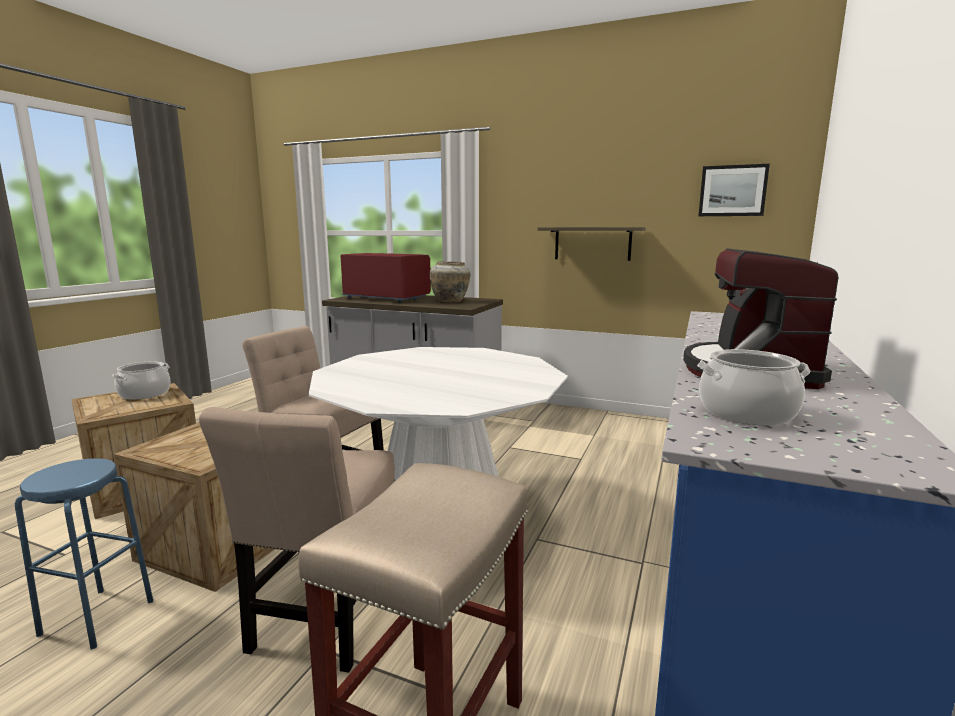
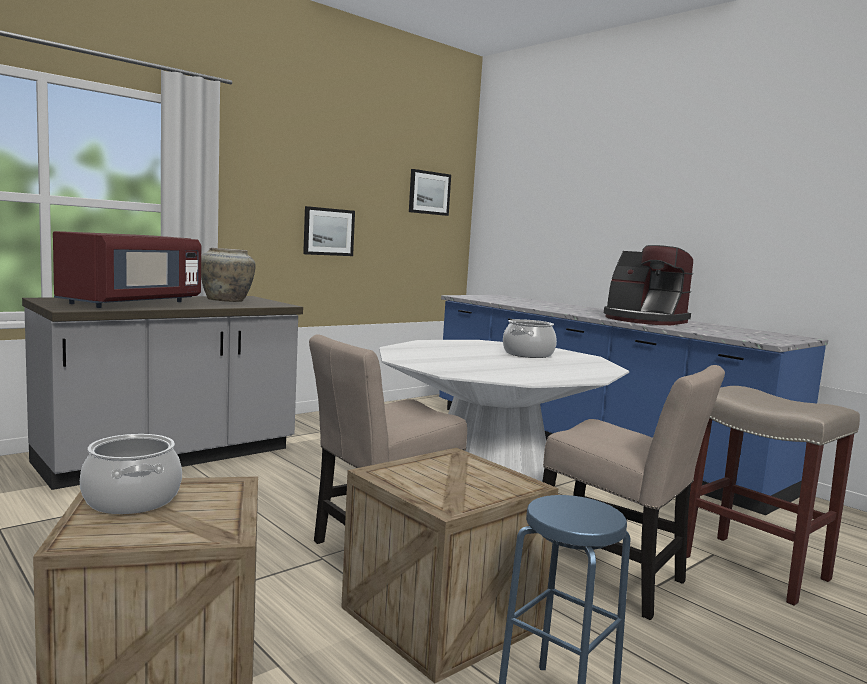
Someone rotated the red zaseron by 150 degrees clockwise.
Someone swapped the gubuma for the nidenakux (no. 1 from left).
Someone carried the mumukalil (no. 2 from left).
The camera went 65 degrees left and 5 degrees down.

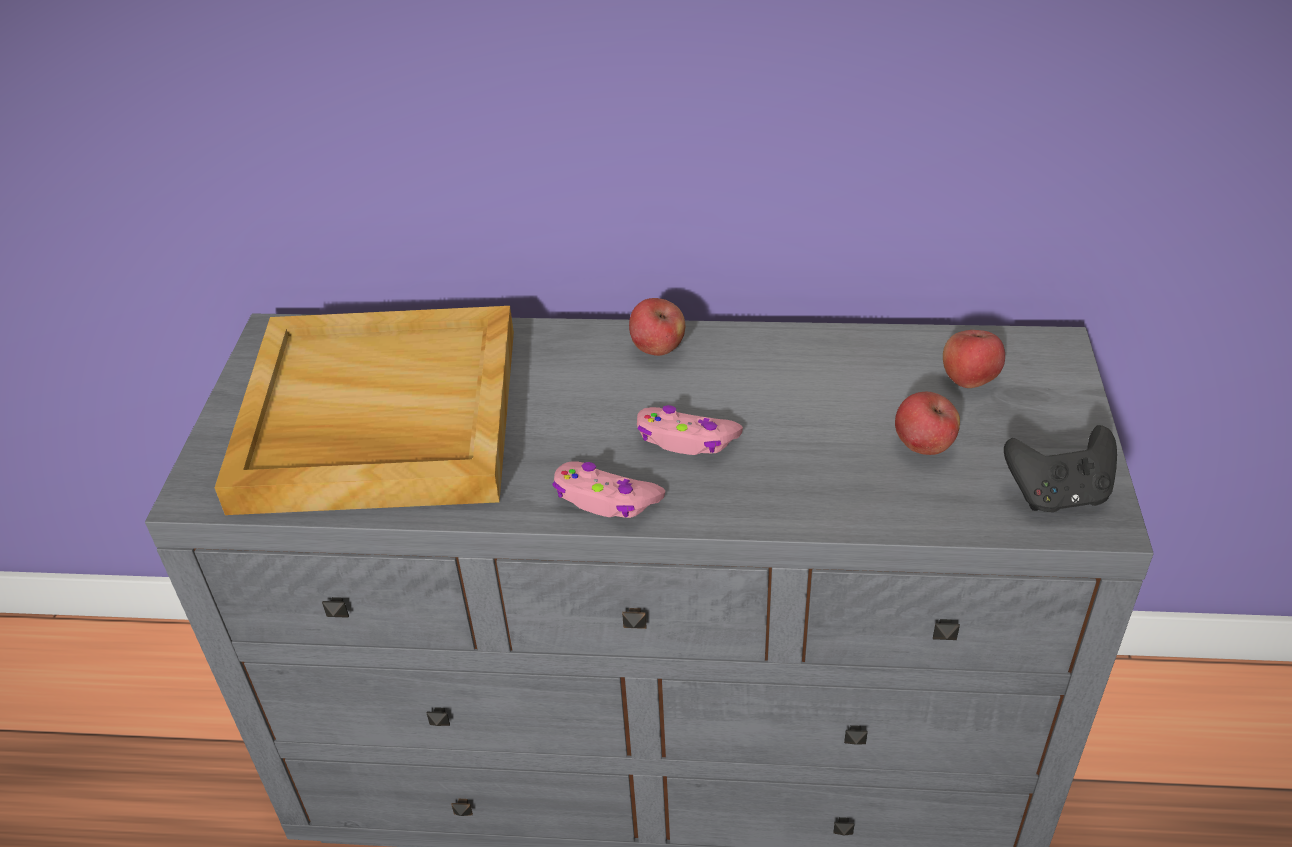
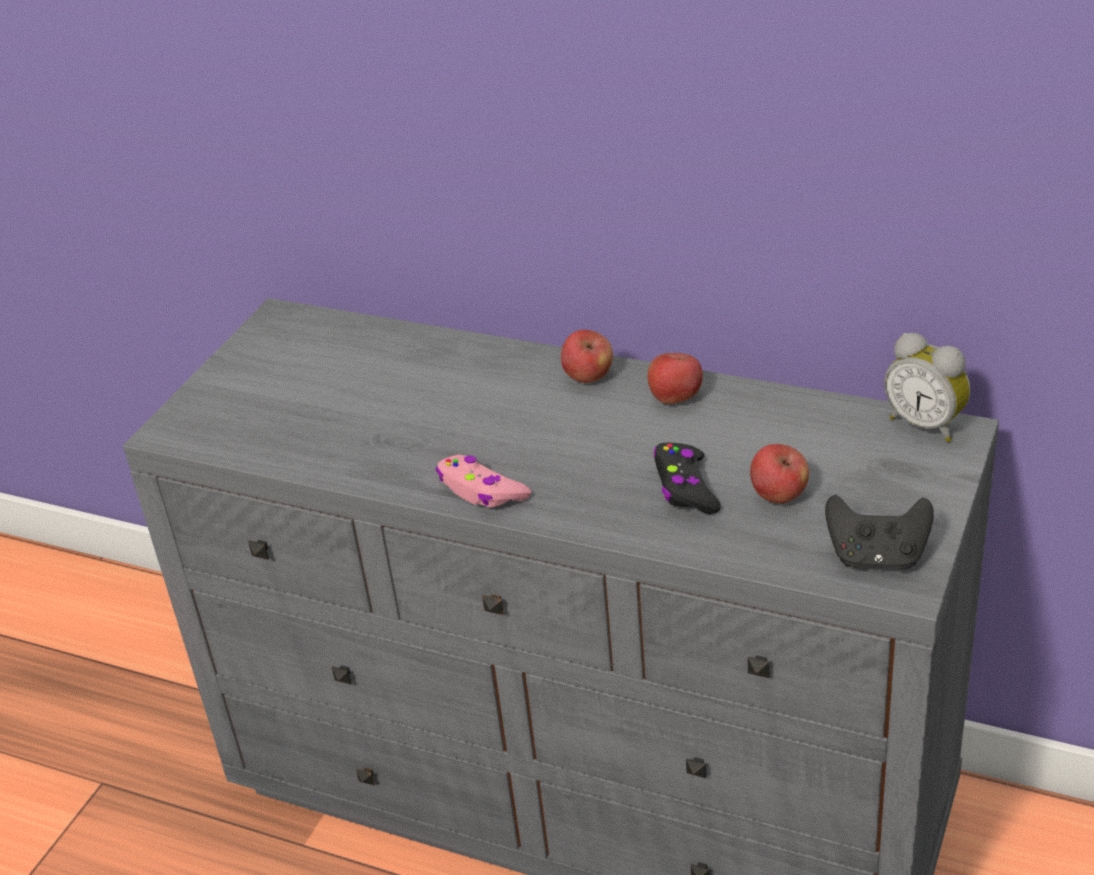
Someone took away the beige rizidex.
Someone took away the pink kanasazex (no. 2 from left).
Someone carried the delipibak (no. 3 from left in the first image).
Someone put down the black kanasazex (no. 1 from left).
Someone put down the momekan.
The camera went 20 degrees right and 5 degrees down.

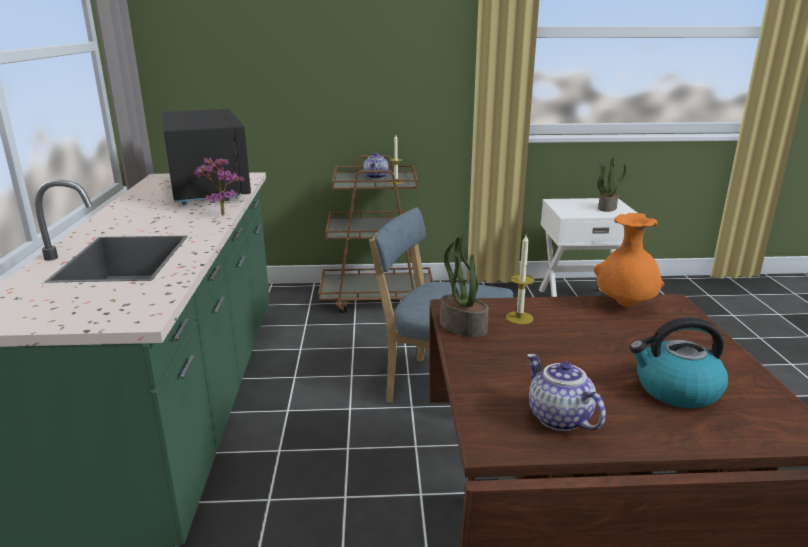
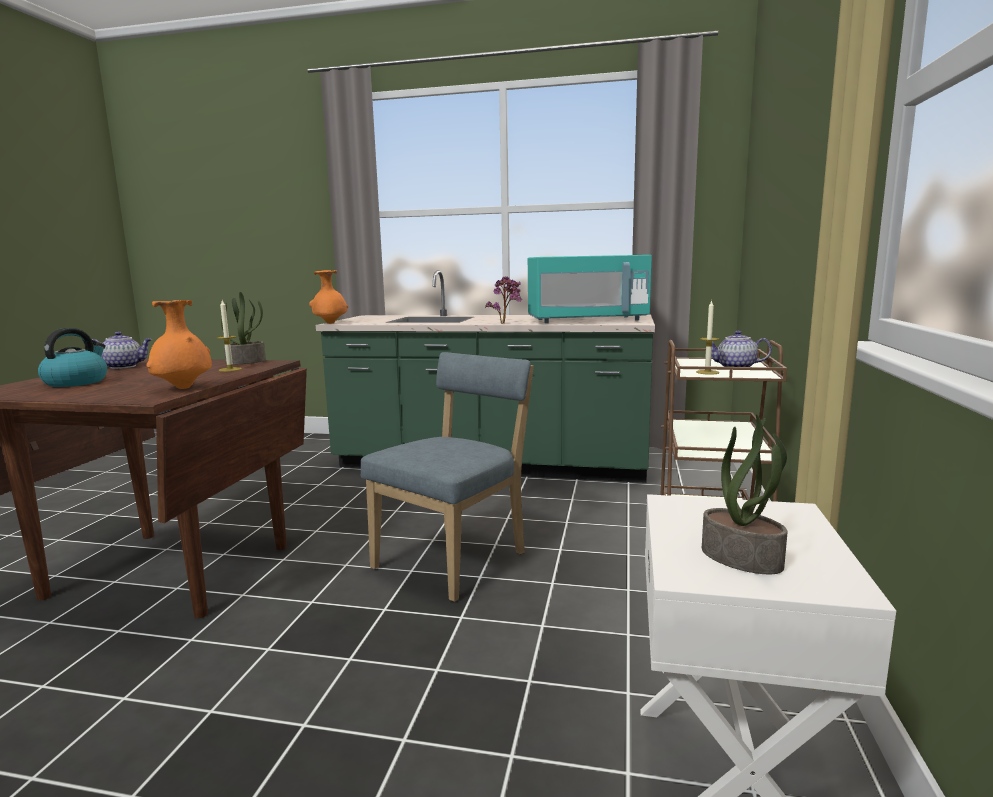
Someone repainted the black zaseron, which became the turquoise zaseron.
Someone put down the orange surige (no. 2 from left).
The camera went 105 degrees right and 10 degrees down.

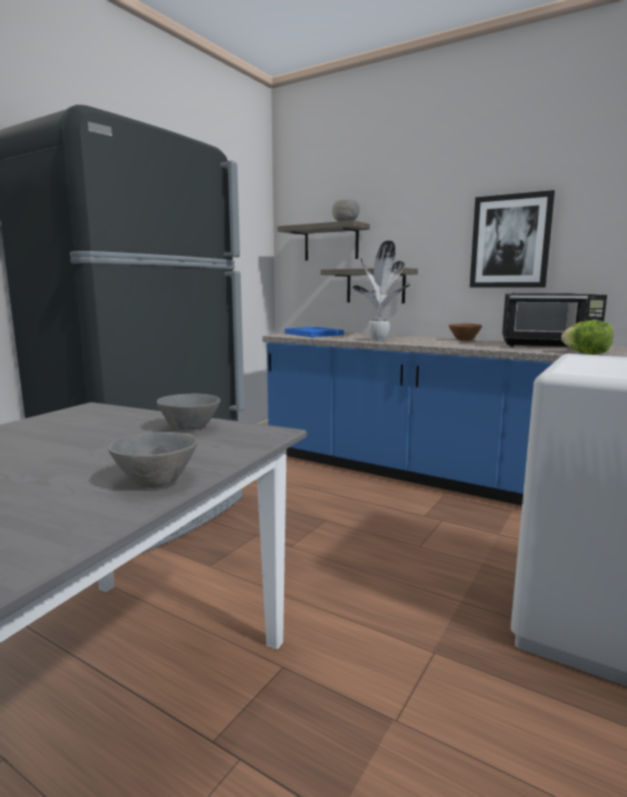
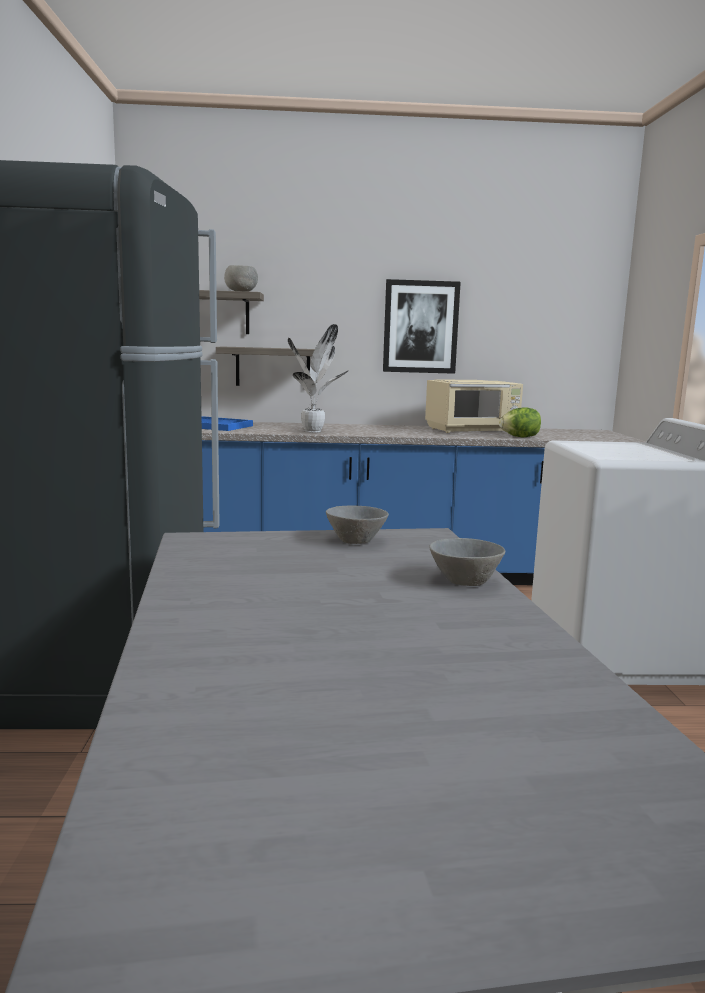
Someone took away the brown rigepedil.
Someone repainted the black zaseron, which became the beige zaseron.
The camera went 35 degrees left and 0 degrees up.

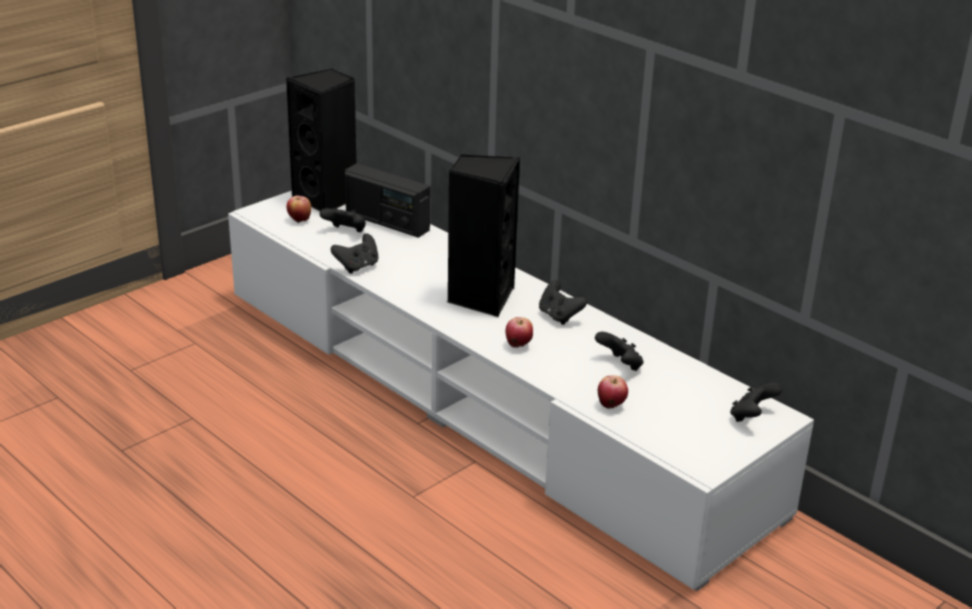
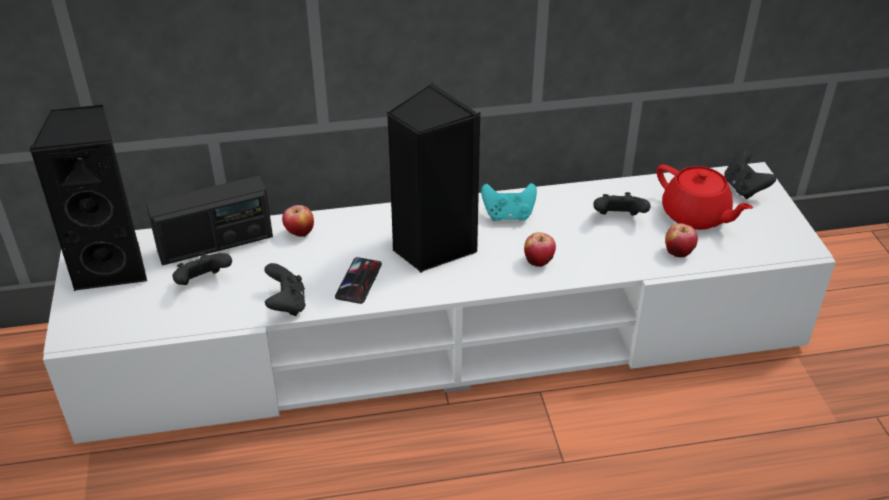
Someone carried the delipibak (no. 1 from left).
Someone repainted the black kanasazex (no. 3 from left), which became the turquoise kanasazex.
Someone put down the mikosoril.
Someone put down the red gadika.
The camera went 55 degrees left and 10 degrees up.

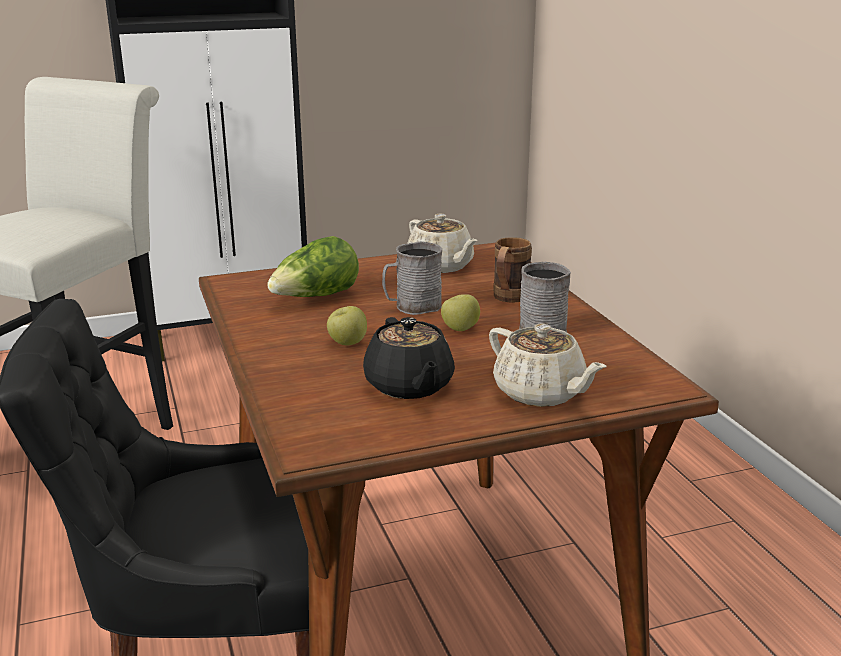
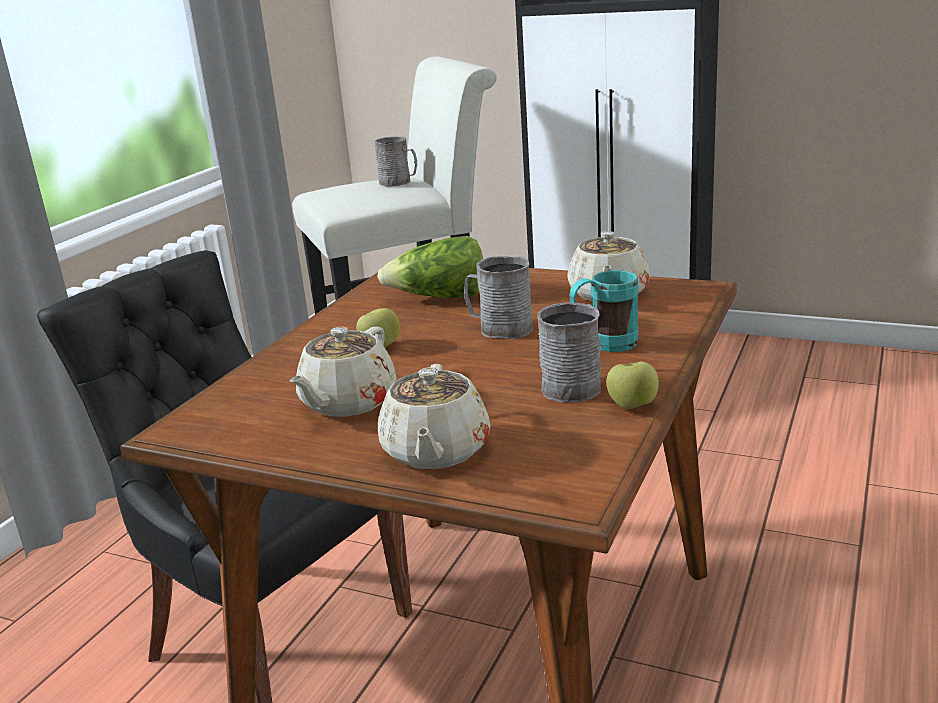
Someone repainted the black gadika, which became the beige gadika (no. 1 from left).
Someone carried the delipibak (no. 2 from left).
Someone repainted the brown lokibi, which became the turquoise lokibi.
Someone put down the grey lokibi (no. 1 from left).
The camera went 45 degrees right and 0 degrees up.

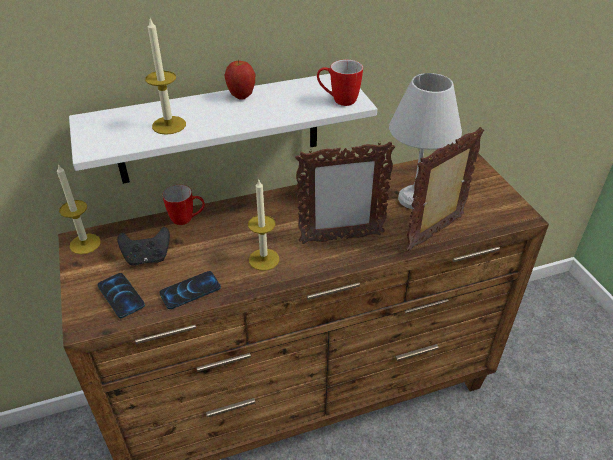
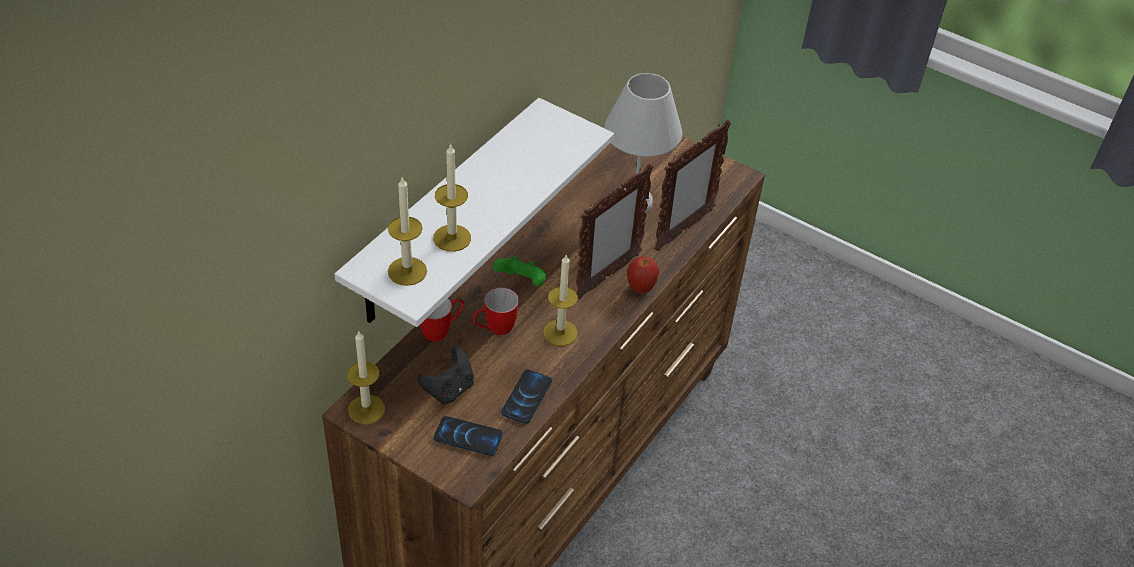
Someone carried the delipibak.
Someone carried the lokibi (no. 2 from left).
Someone rotated the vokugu (no. 2 from left) by 150 degrees counterclockwise.
Someone put down the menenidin (no. 2 from left).
Someone put down the green kanasazex.
The camera went 40 degrees left and 5 degrees up.

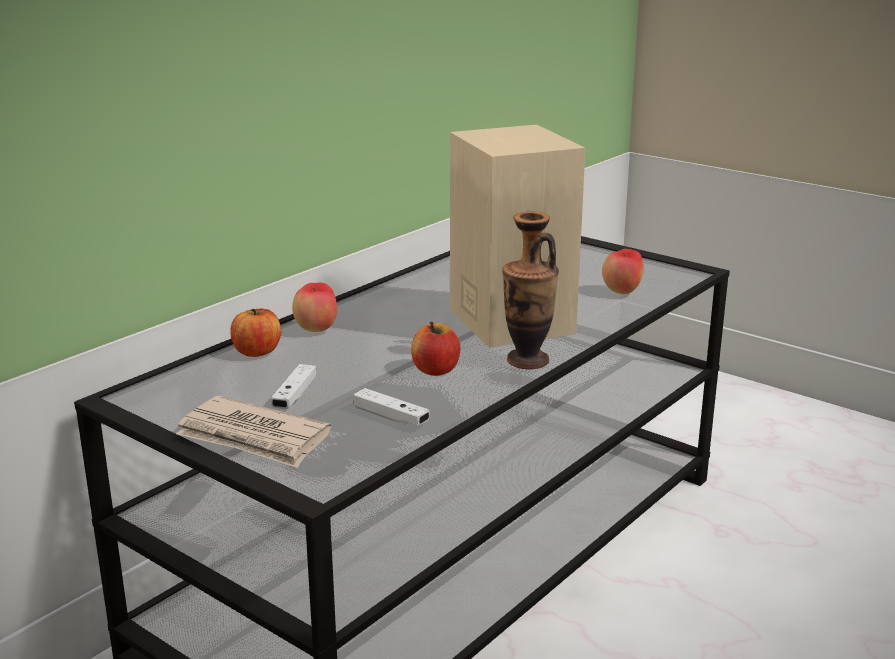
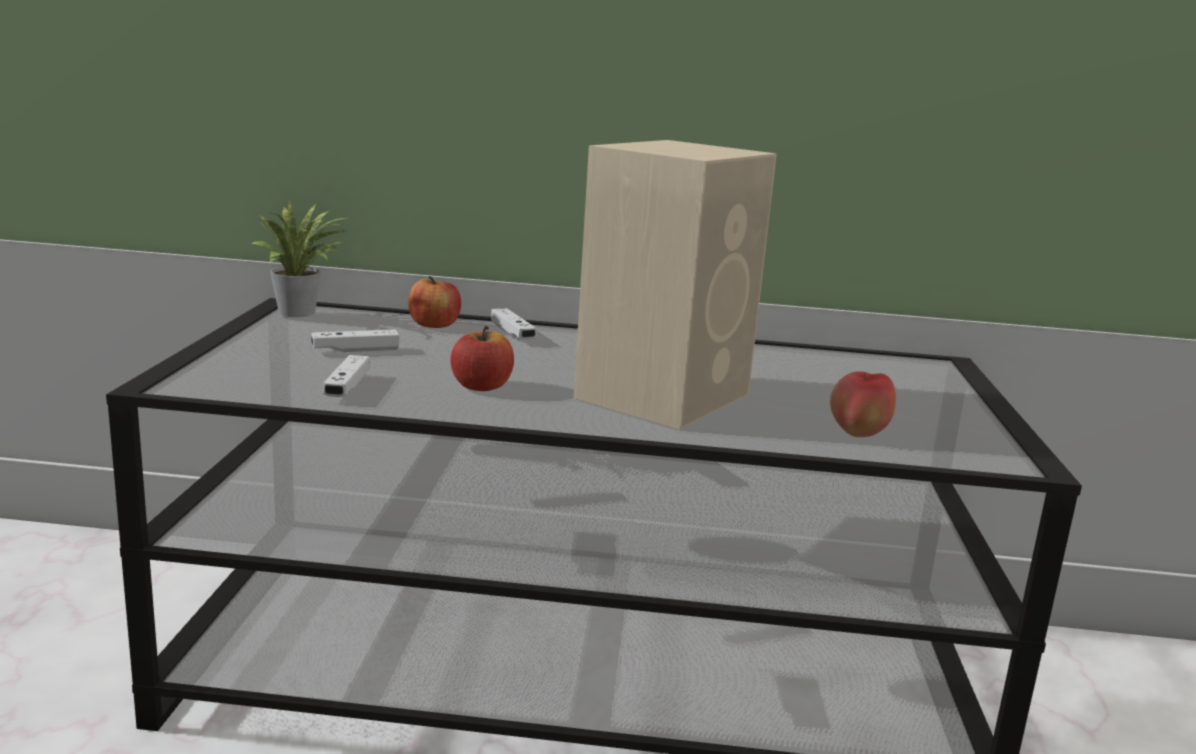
Someone took away the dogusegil.
Someone swapped the delipibak (no. 2 from left) for the white kanasazex (no. 3 from left).
Someone took away the surige.
Someone put down the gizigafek.
The camera went 55 degrees right and 5 degrees down.

